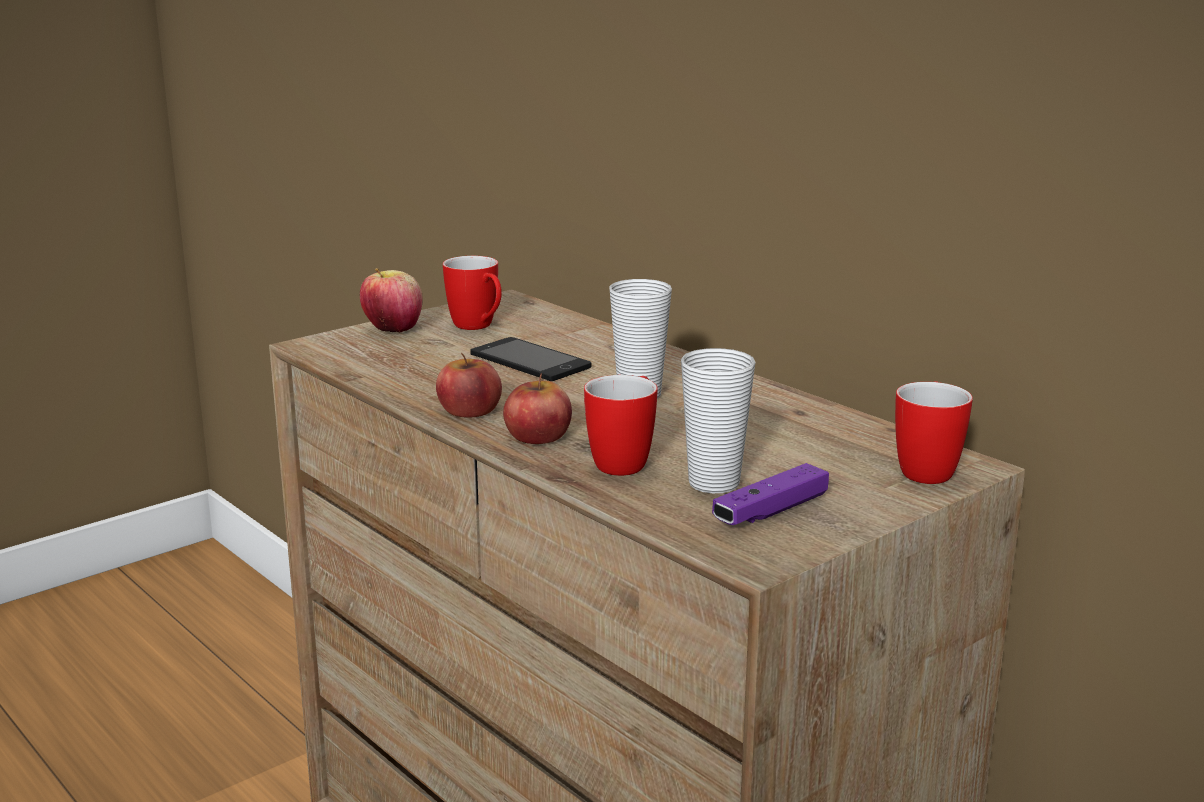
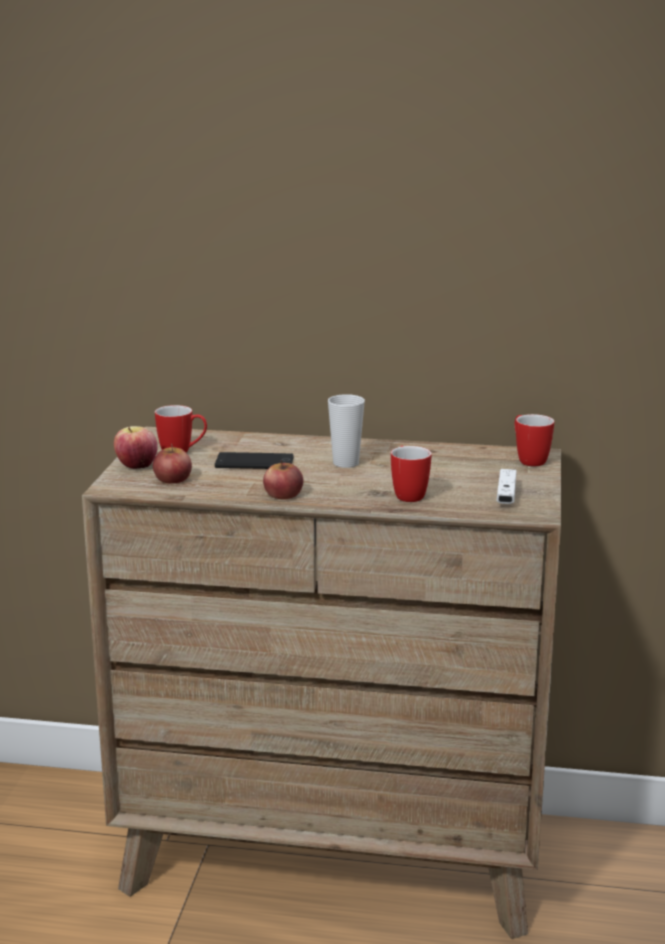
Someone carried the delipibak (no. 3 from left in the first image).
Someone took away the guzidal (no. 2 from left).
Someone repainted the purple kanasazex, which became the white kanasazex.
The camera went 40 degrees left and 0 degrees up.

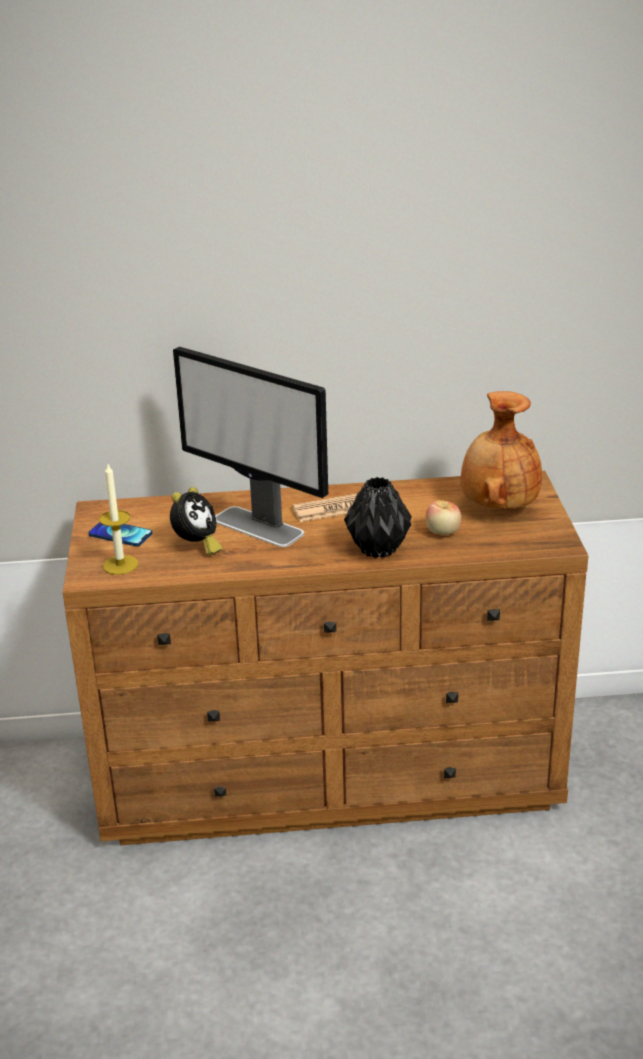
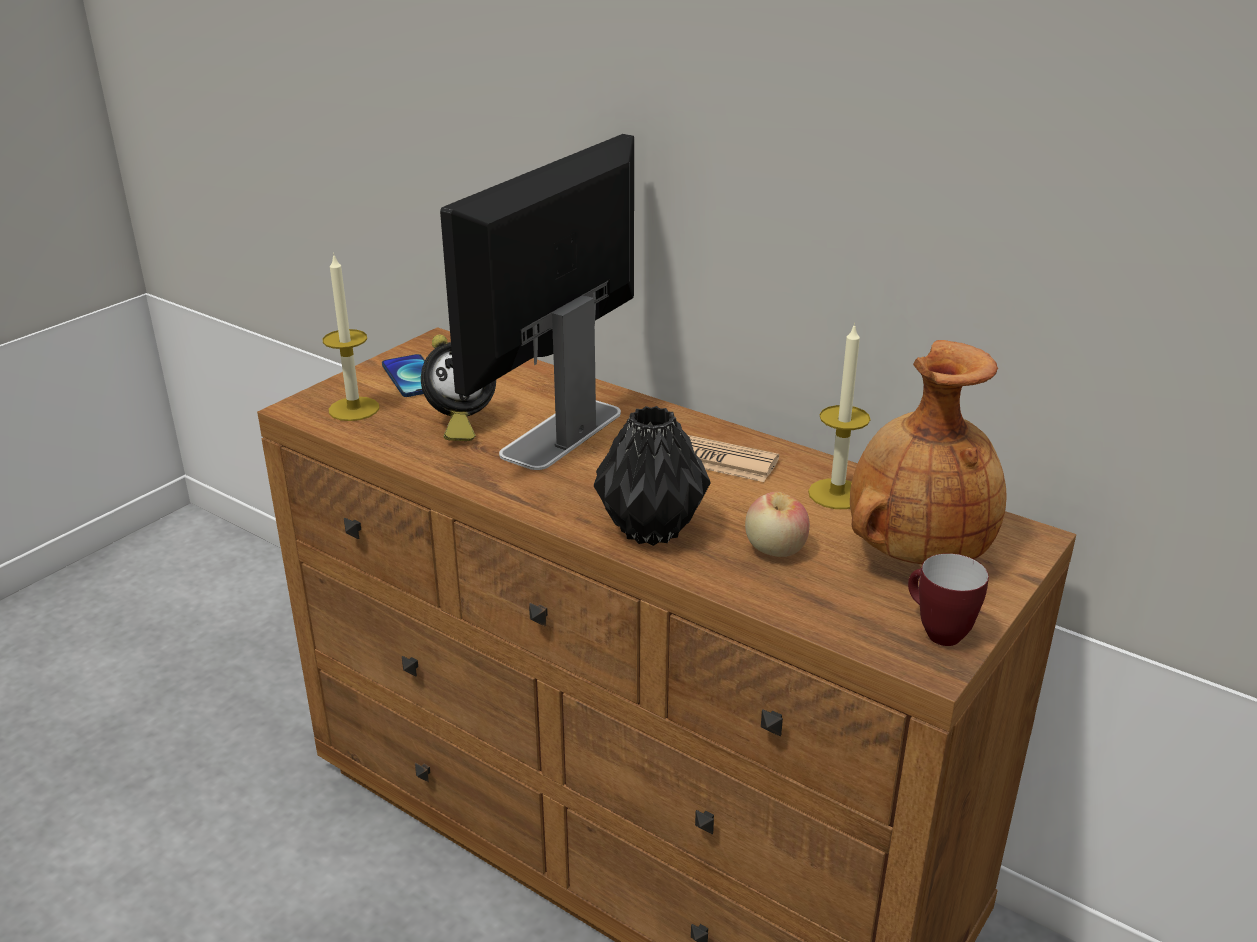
Someone rotated the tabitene by 45 degrees clockwise.
Someone put down the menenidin (no. 2 from left).
Someone put down the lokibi.
The camera went 40 degrees right and 0 degrees up.

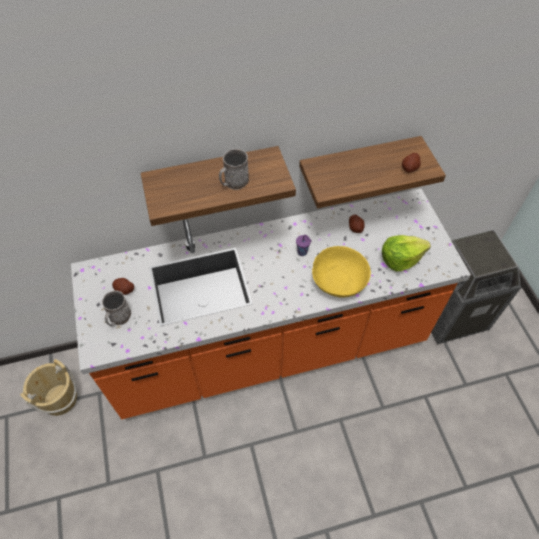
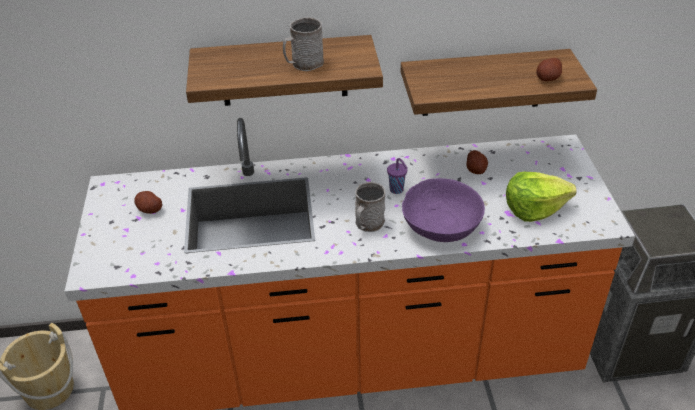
Someone carried the grey lokibi (no. 1 from left in the first image).
Someone repainted the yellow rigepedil, which became the purple rigepedil.
The camera went 10 degrees right and 15 degrees down.

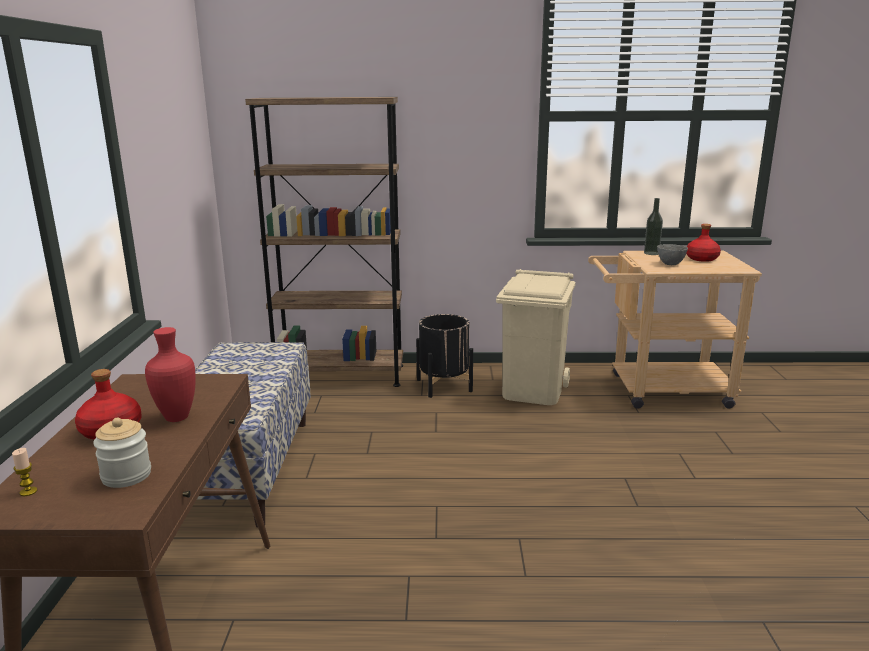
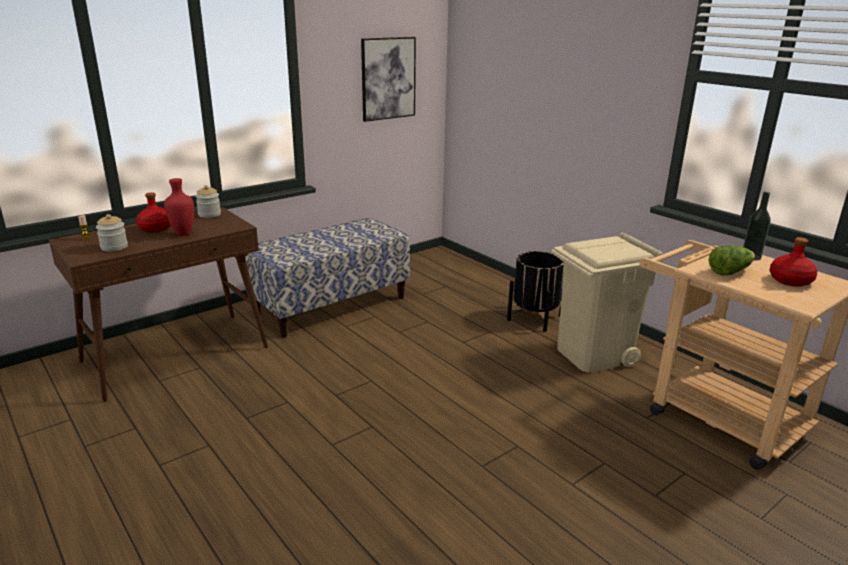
Someone took away the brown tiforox.
Someone swapped the grey rigepedil for the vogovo.
Someone put down the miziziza (no. 2 from left).
Someone put up the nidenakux.
The camera went 50 degrees right and 5 degrees up.

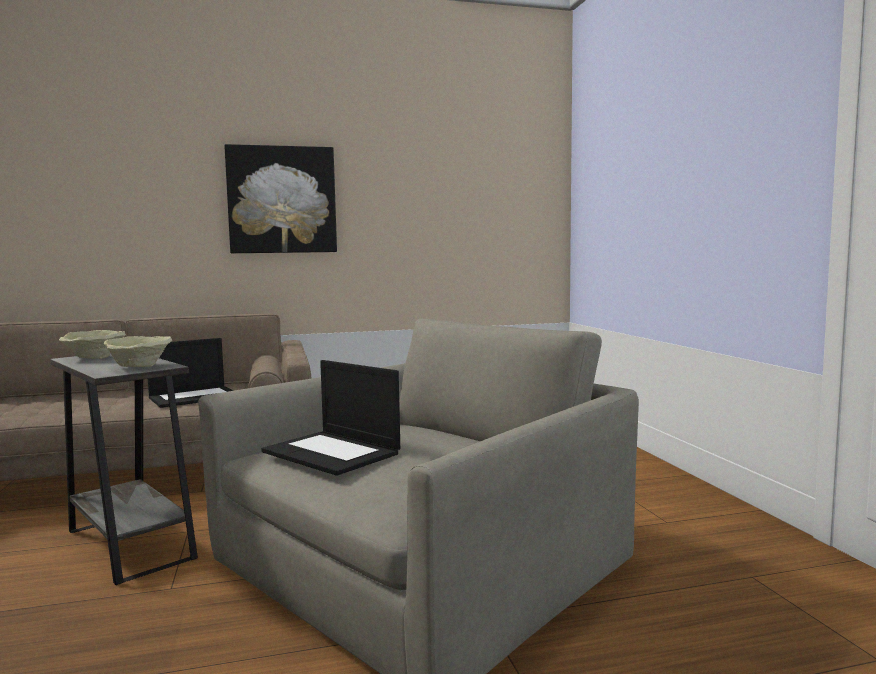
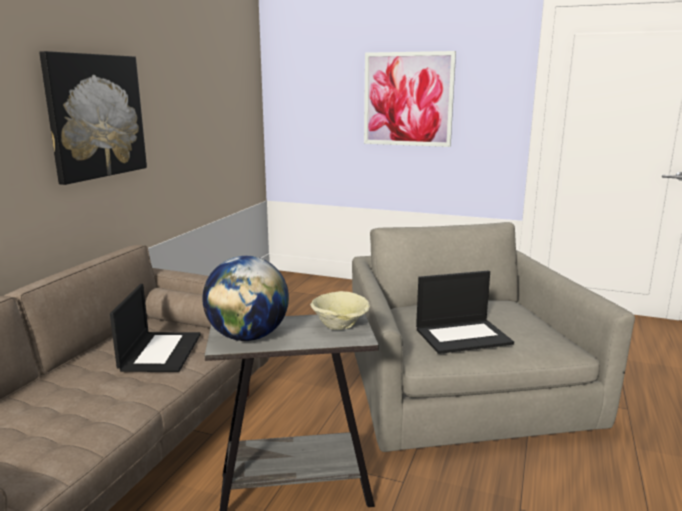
Someone swapped the beige rigepedil (no. 1 from left) for the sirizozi.
Someone put up the nidenakux (no. 2 from left).
The camera went 55 degrees left and 10 degrees up.

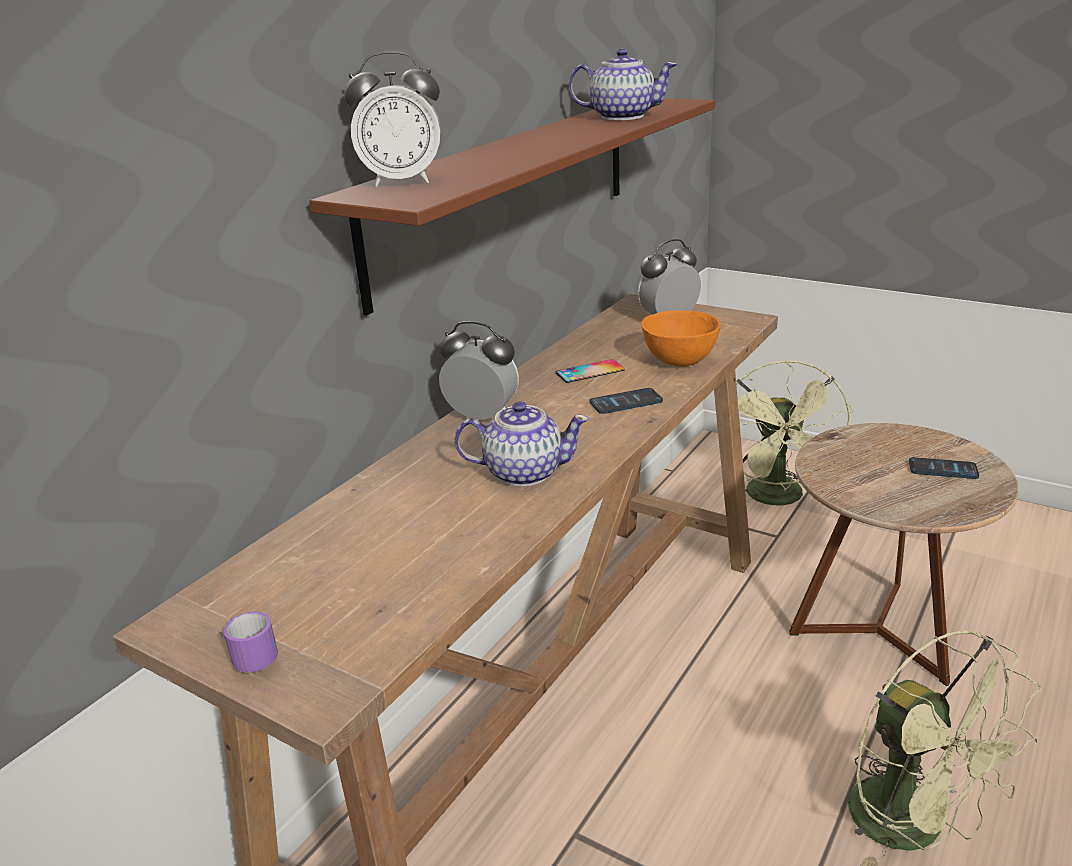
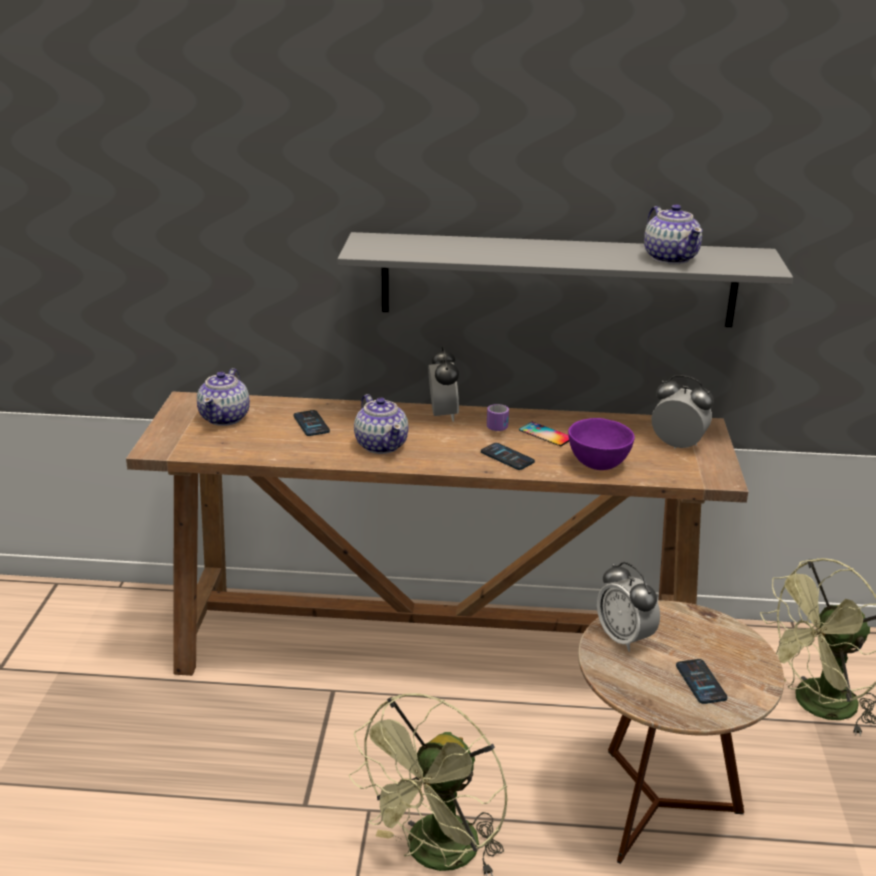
Someone carried the lokibi.
Someone repainted the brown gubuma, which became the grey gubuma.
Someone carried the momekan (no. 1 from left in the first image).
Someone repainted the orange rigepedil, which became the purple rigepedil.
Someone put down the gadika (no. 1 from left).
Someone put down the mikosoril (no. 1 from left).
The camera went 60 degrees right and 0 degrees up.

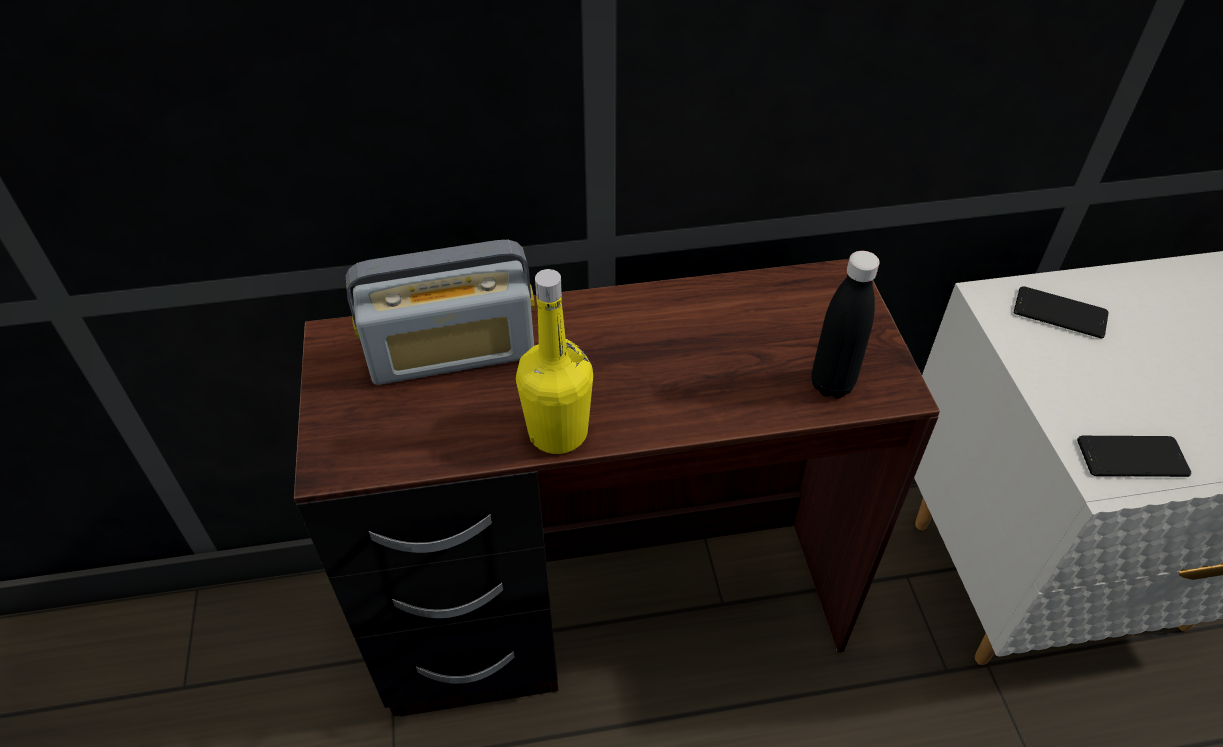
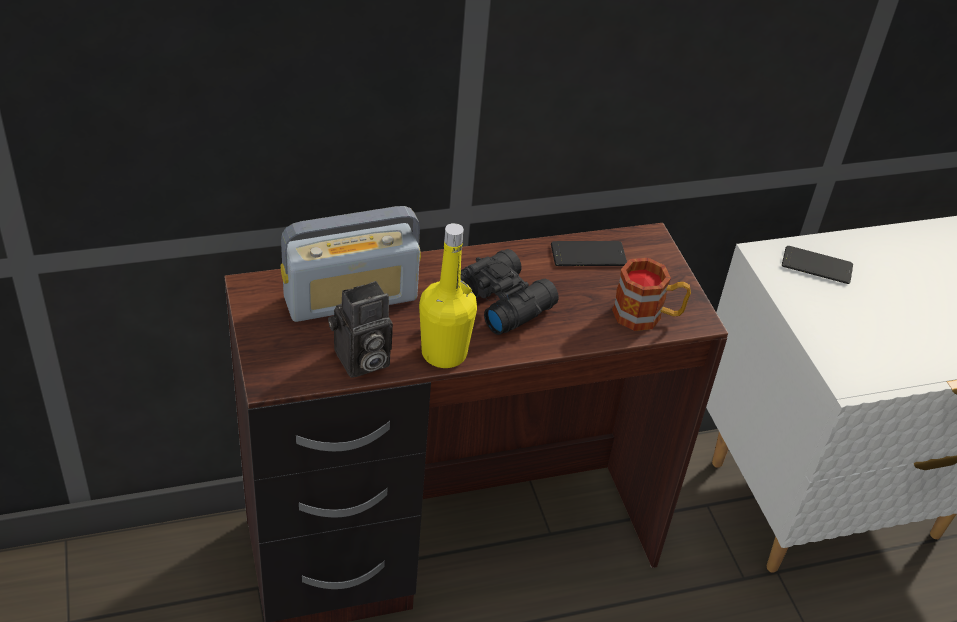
Someone swapped the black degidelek for the lokibi.
Someone carried the mikosoril (no. 2 from left in the first image).
Someone put down the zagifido.
Someone put down the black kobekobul.
The camera went 10 degrees left and 5 degrees down.

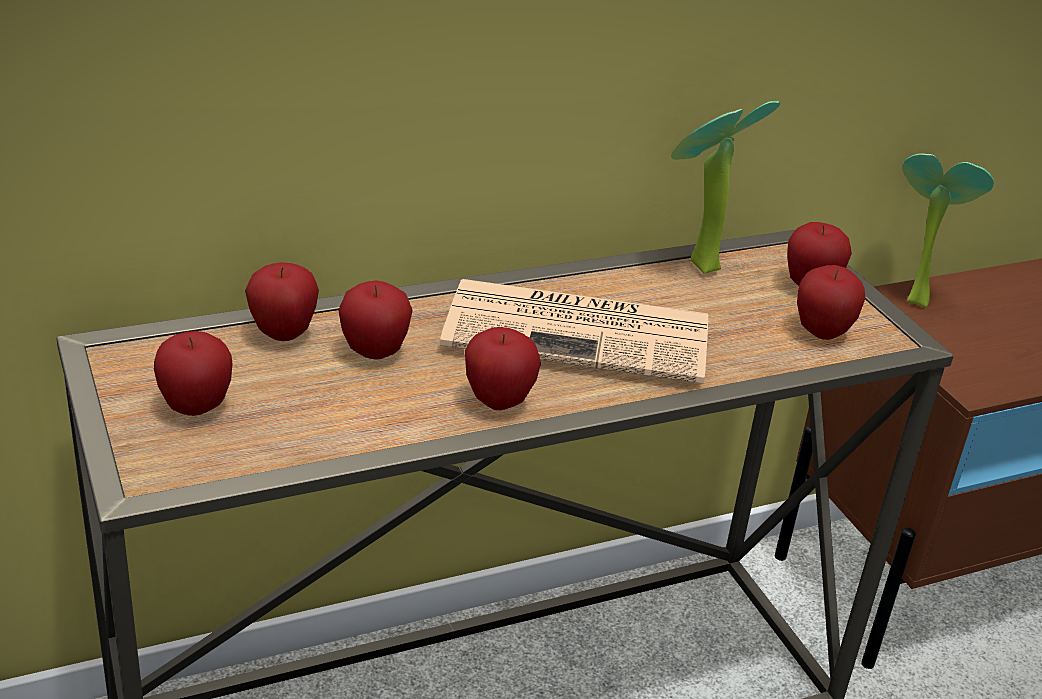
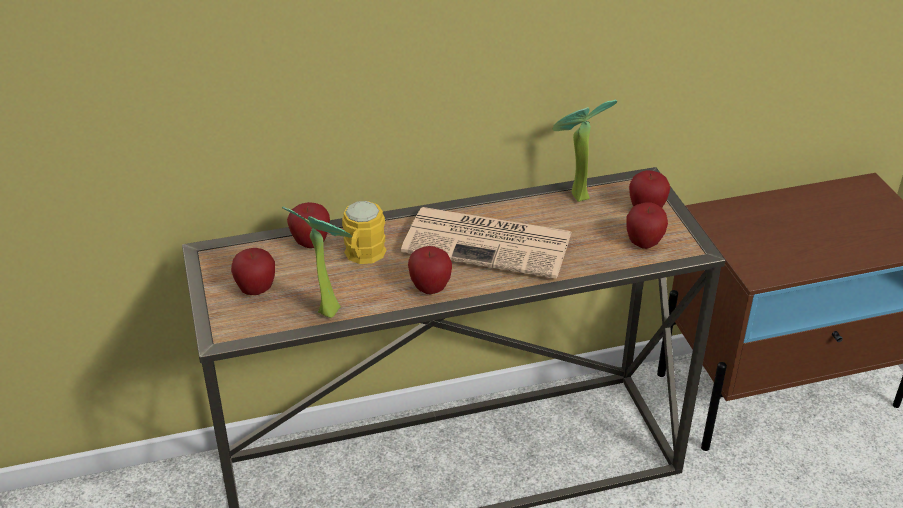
Someone swapped the delipibak (no. 3 from left) for the yellow lokibi.
Someone carried the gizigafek (no. 2 from left in the first image).
The camera went 10 degrees right and 5 degrees up.

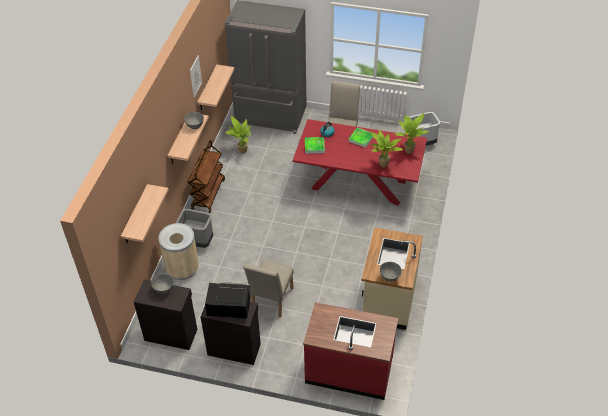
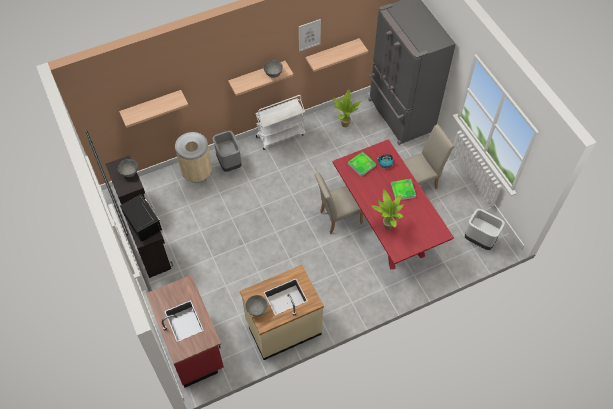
Someone repainted the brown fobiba, which became the white fobiba.
Someone carried the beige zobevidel (no. 1 from left).
Someone took away the gizigafek (no. 3 from left).
The camera went 50 degrees right and 10 degrees up.

